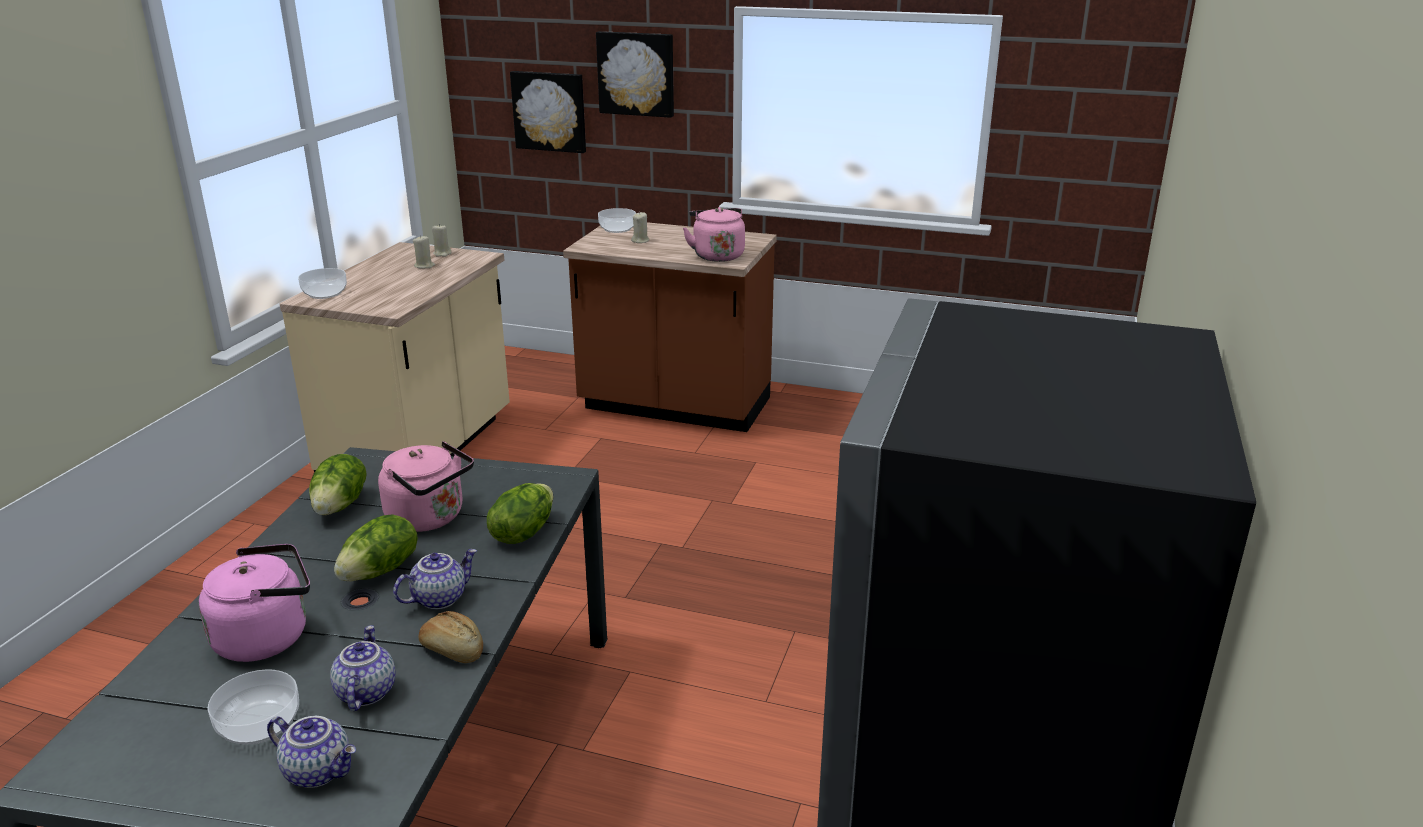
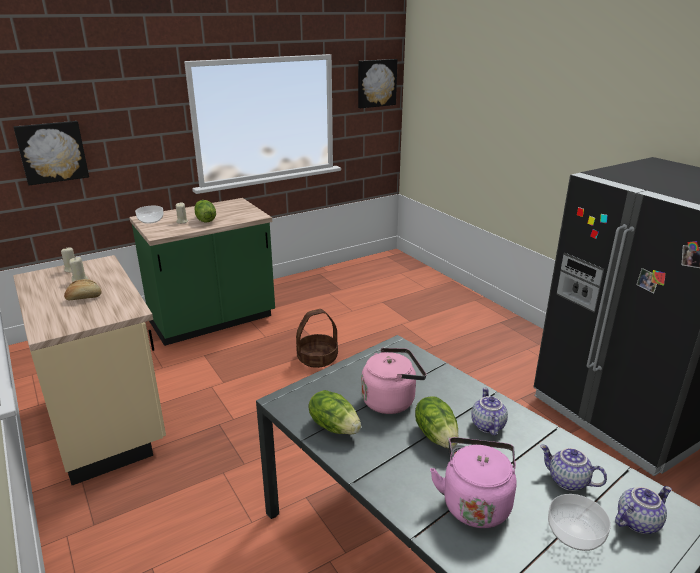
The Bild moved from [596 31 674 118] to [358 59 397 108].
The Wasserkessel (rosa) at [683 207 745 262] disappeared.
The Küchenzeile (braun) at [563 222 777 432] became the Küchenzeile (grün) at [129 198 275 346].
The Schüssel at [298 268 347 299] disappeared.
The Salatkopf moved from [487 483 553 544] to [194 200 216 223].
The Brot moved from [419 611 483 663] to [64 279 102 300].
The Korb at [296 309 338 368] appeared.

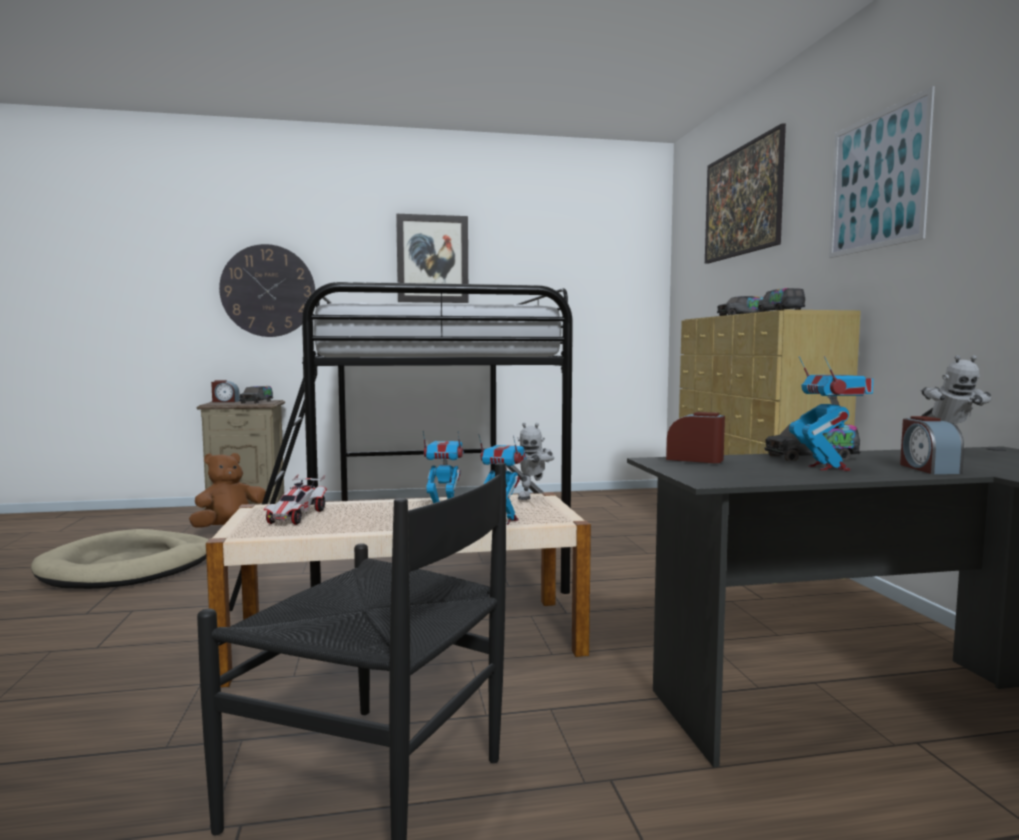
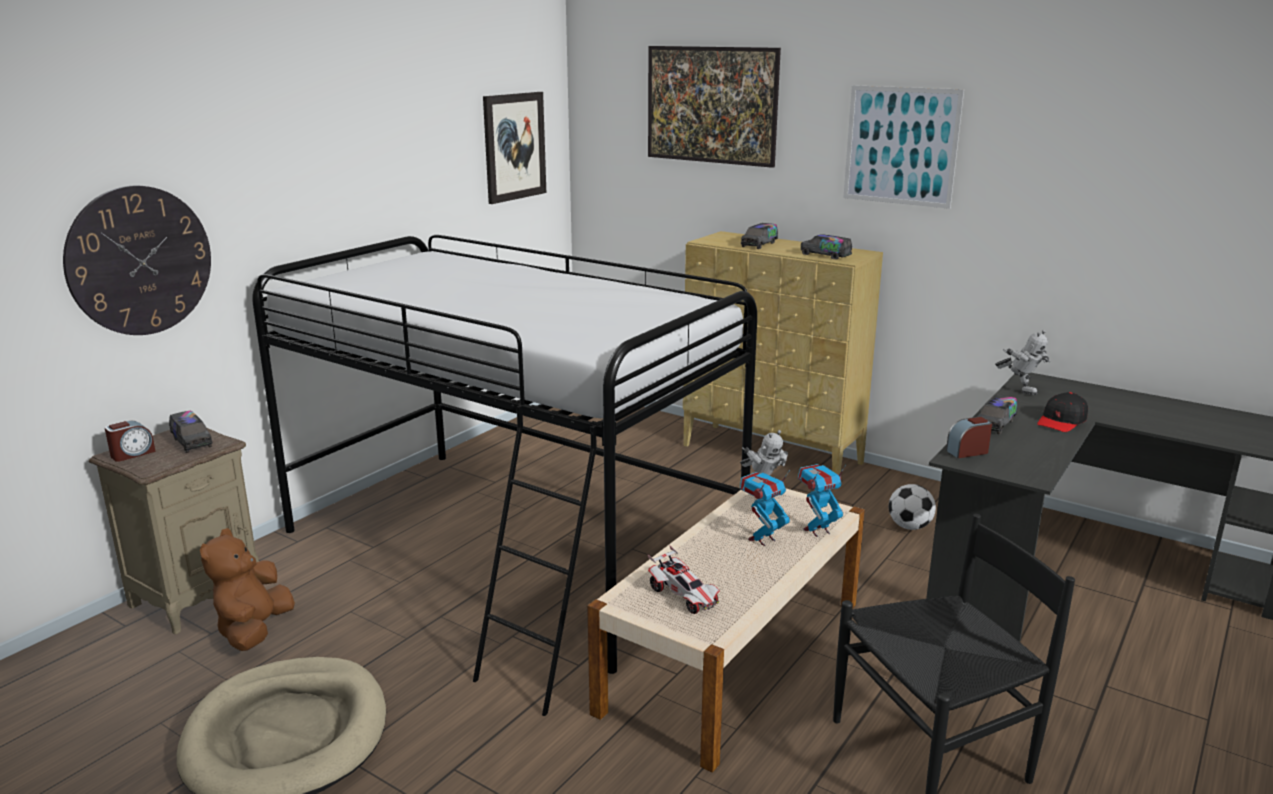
The Bild moved from [396 214 469 303] to [483 92 546 204].
The Spielzeugroboter at [789 356 873 471] disappeared.
The Wecker at [900 416 964 474] was replaced by the Kappe (schwarz) at [1037 392 1088 432].
The Fußball at [889 484 936 530] appeared.

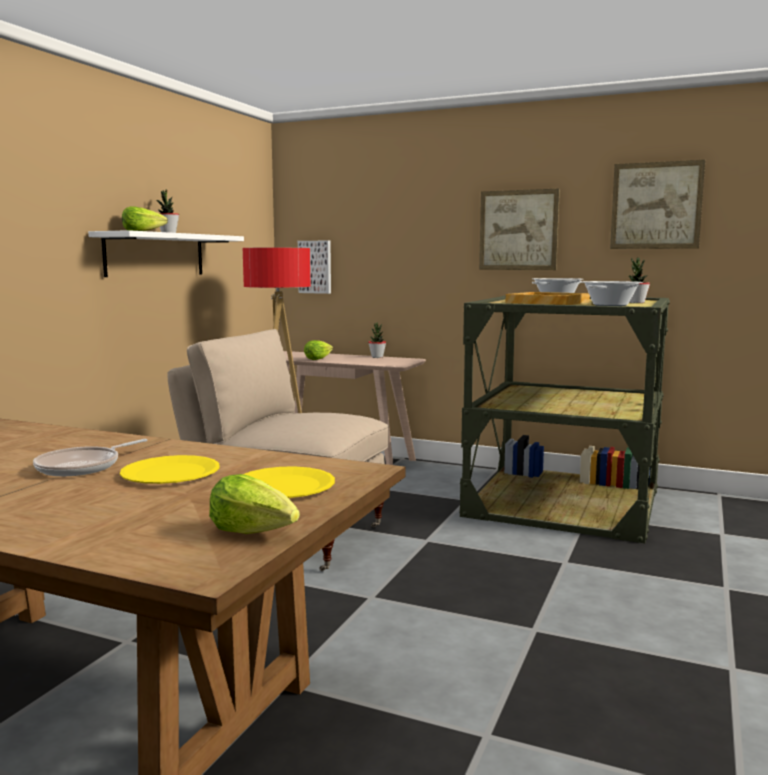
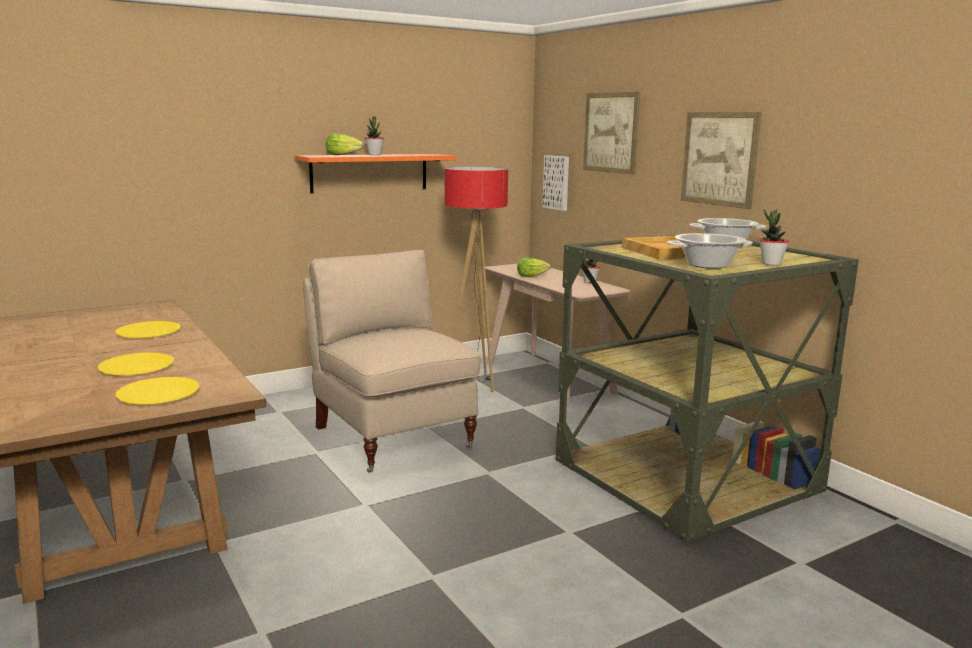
The Bild moved from [610 160 705 249] to [583 92 640 175].
The Wandregal (weiß) at [88 230 244 277] became the Wandregal (orange) at [295 154 456 193].
The Pfanne at [33 439 147 476] disappeared.
The Salatkopf at [209 474 300 534] disappeared.
The Teller (gelb) at [115 321 181 338] appeared.

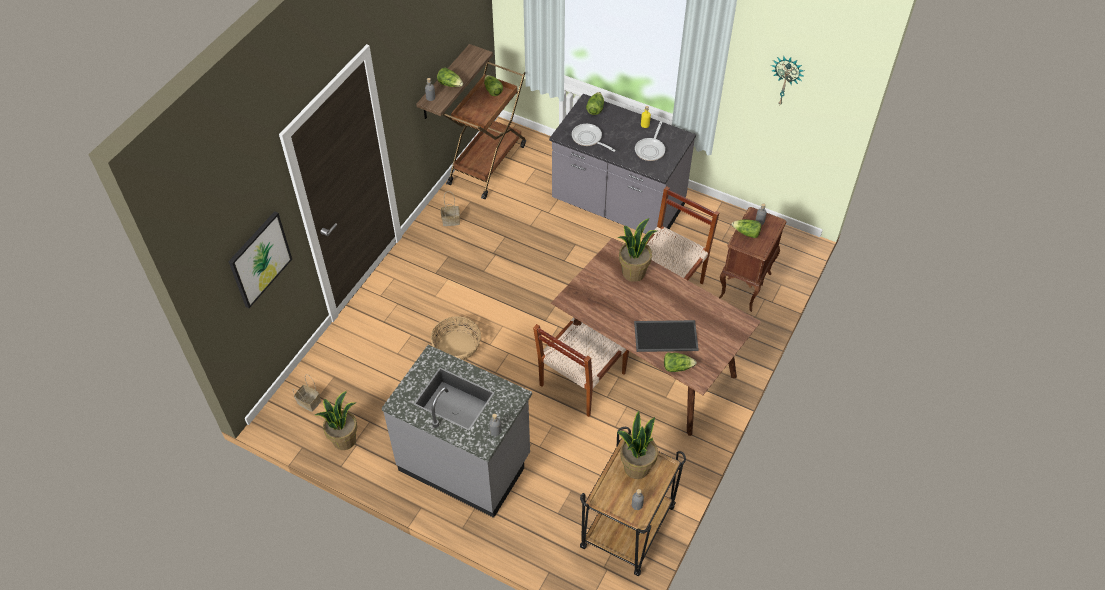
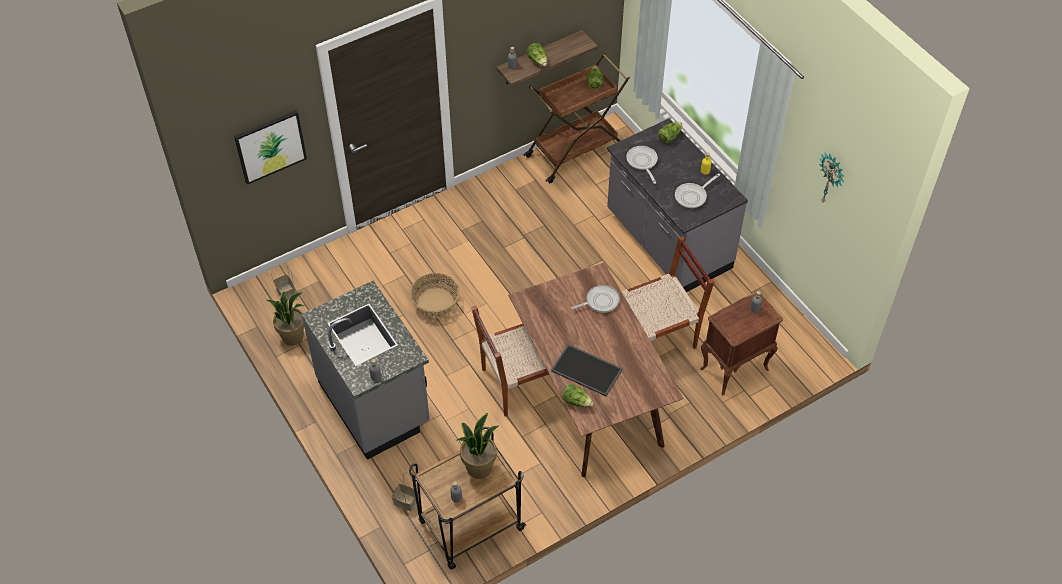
The Korb moved from [441 191 460 226] to [392 472 418 511].
The Topfpflanze at [617 218 657 282] was replaced by the Pfanne at [571 285 620 313].
The Salatkopf at [732 219 761 238] disappeared.

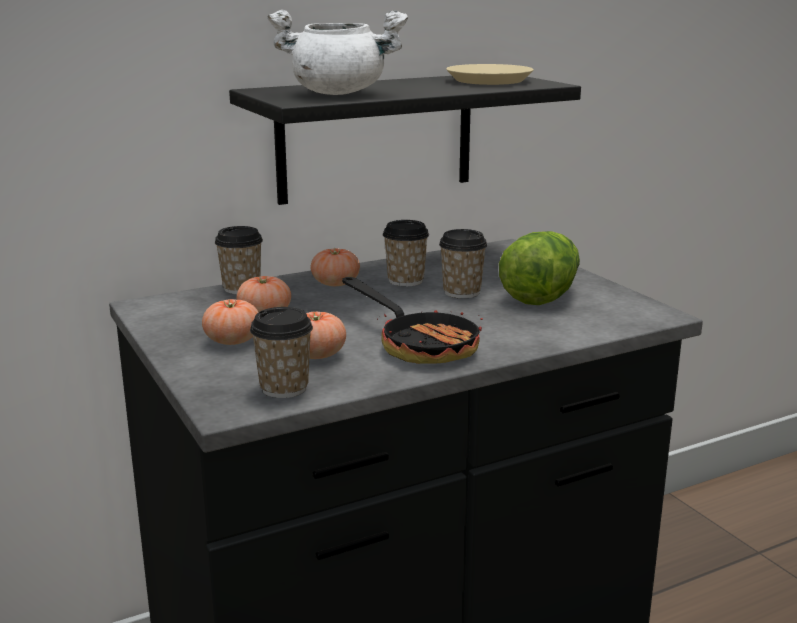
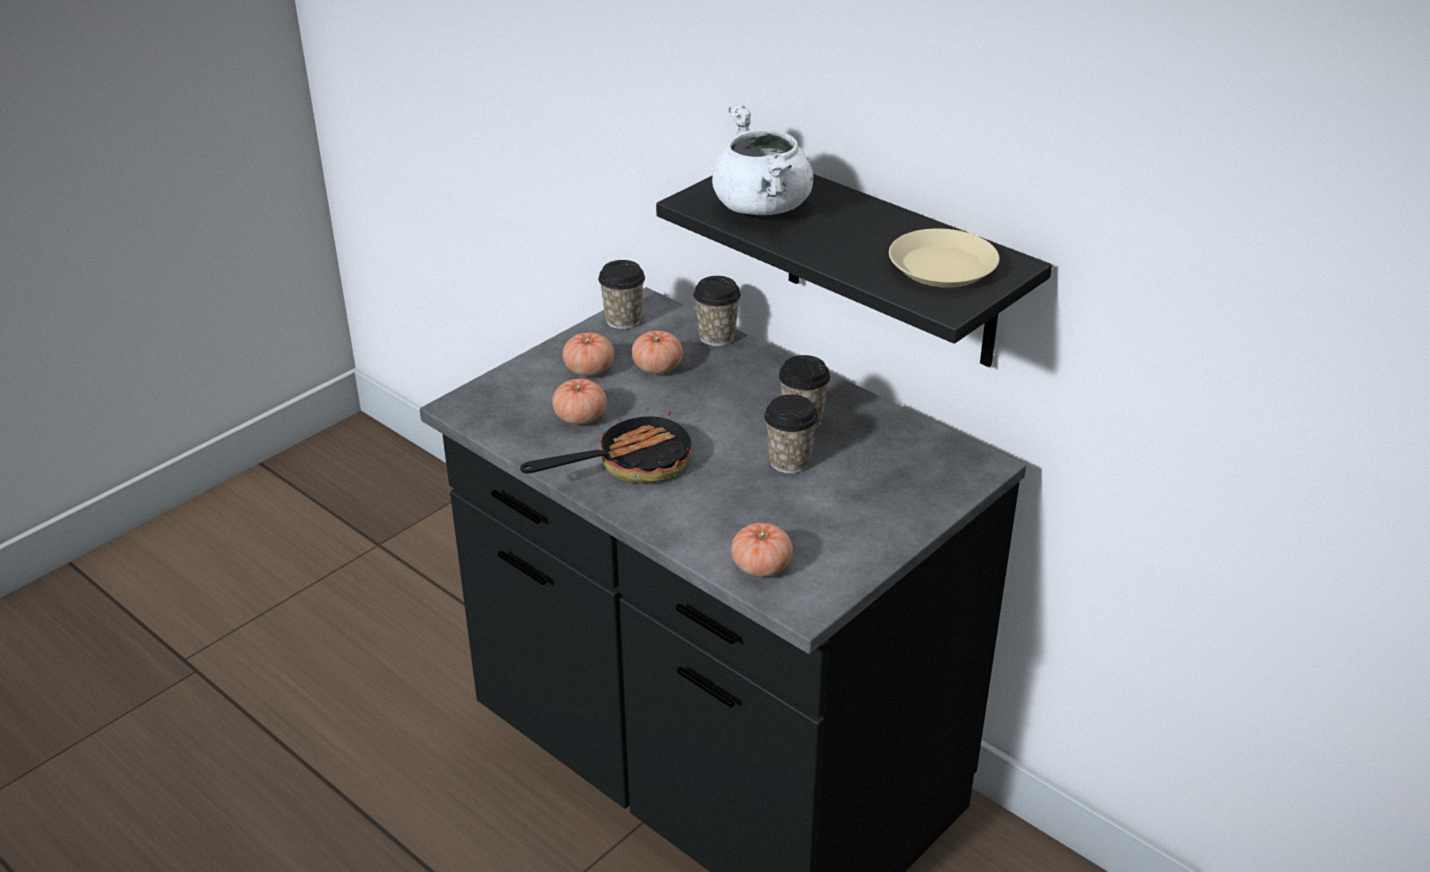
The Salatkopf at [499 231 580 305] disappeared.
The Tomate moved from [311 248 360 286] to [731 523 793 577].
The Pfanne at [342 277 483 364] turned 150 degrees counterclockwise.
The Tasse moved from [250 307 313 398] to [598 260 645 329].

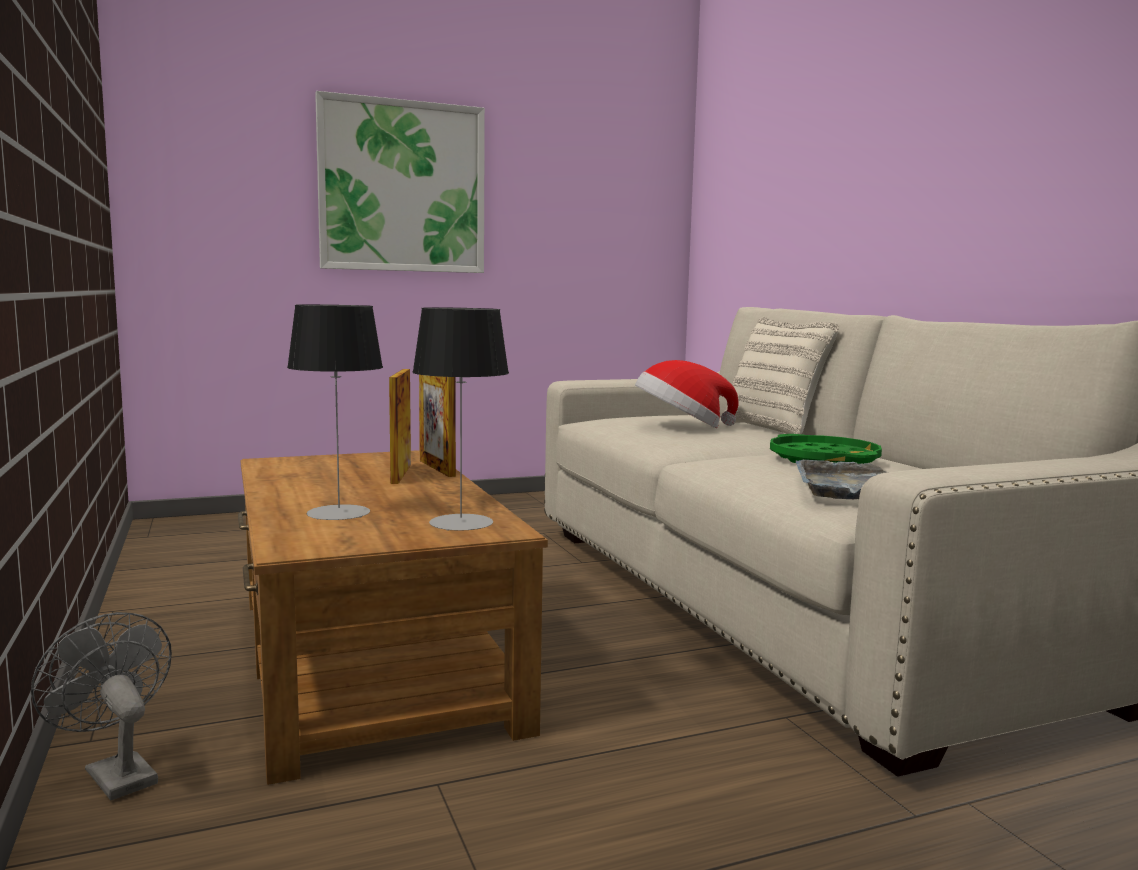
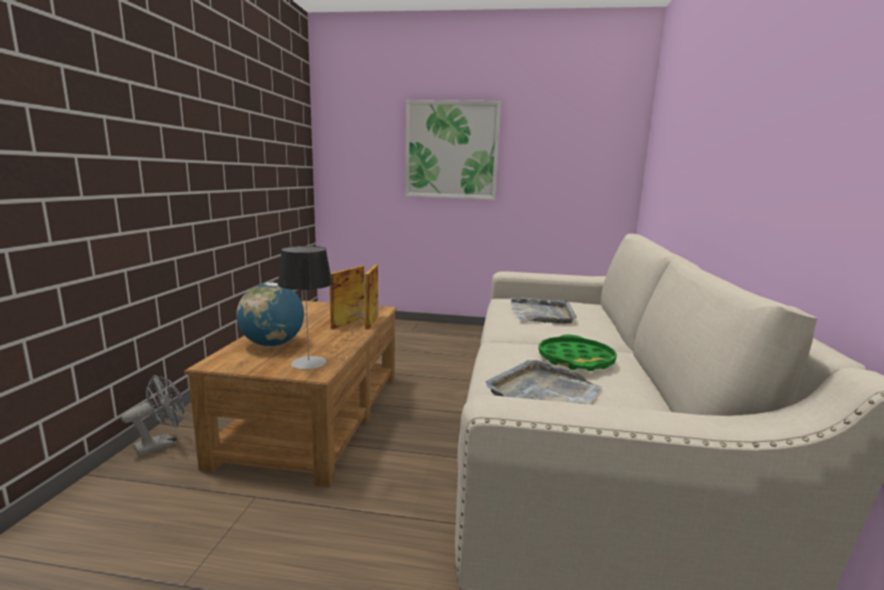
The Tischlampe at [287 304 383 520] was replaced by the Globus at [236 283 304 346].
The Kissen (beige) at [724 317 840 434] disappeared.
The Hut at [635 360 738 428] was replaced by the Tablett (grau) at [510 297 577 324].
The Ventilator (grau) at [31 612 172 800] turned 60 degrees clockwise.

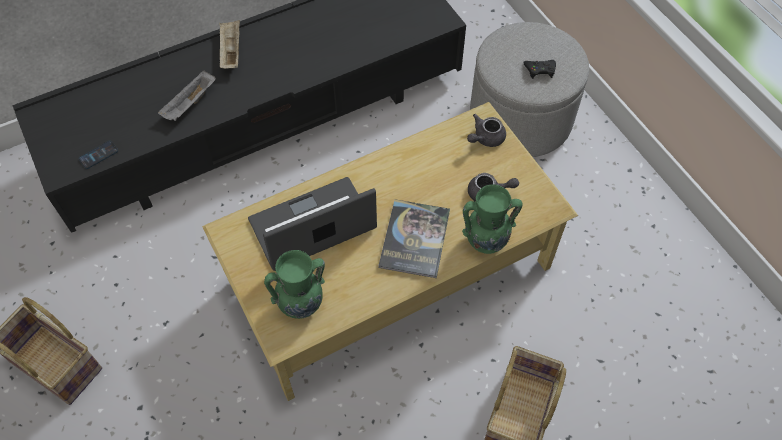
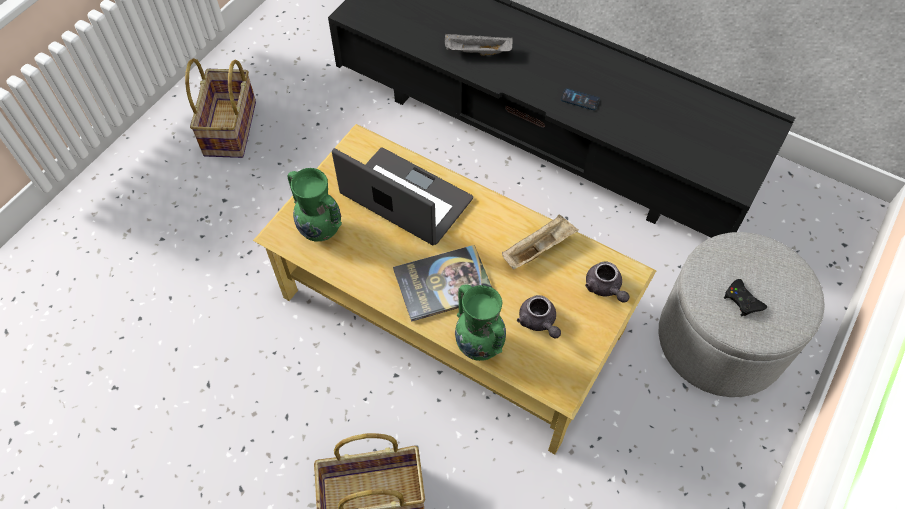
The Tablett (beige) moved from [219 20 240 69] to [502 214 579 269].
The Teekanne (grau) at [467 114 506 147] turned 135 degrees counterclockwise.
The Handy moved from [79 141 118 169] to [561 88 600 110].

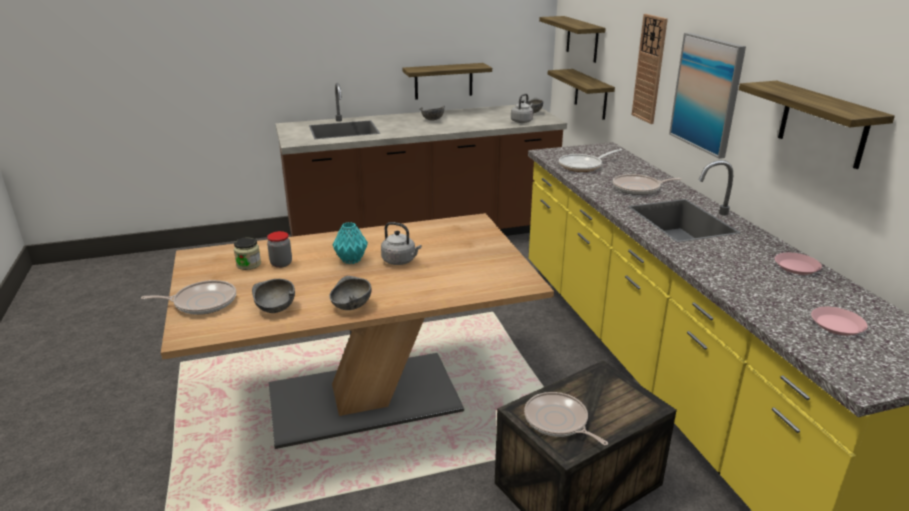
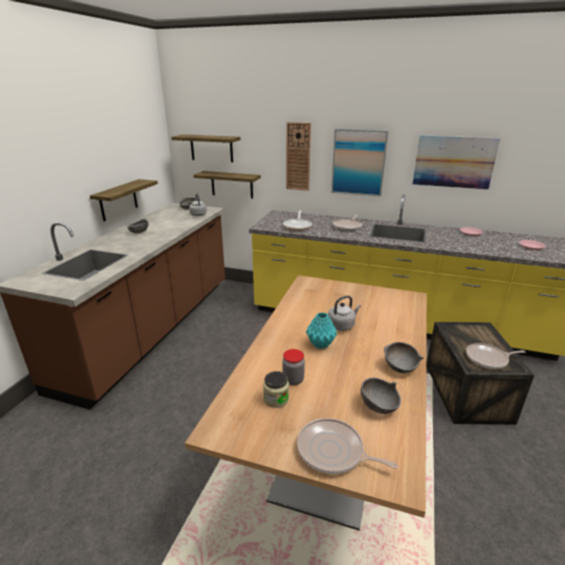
The Wandregal at [739 81 895 169] was replaced by the Bild at [413 135 500 190].
The Pfanne at [141 280 236 315] turned 90 degrees counterclockwise.

